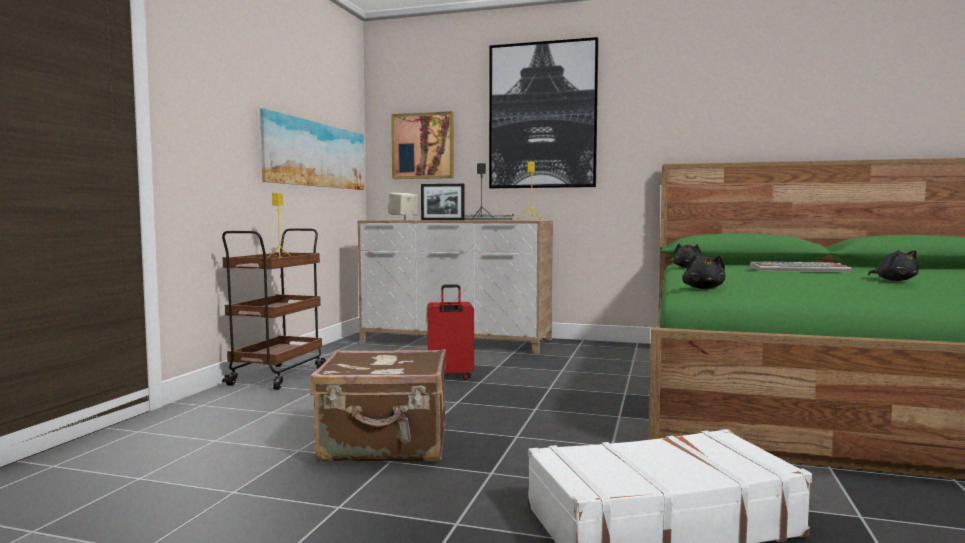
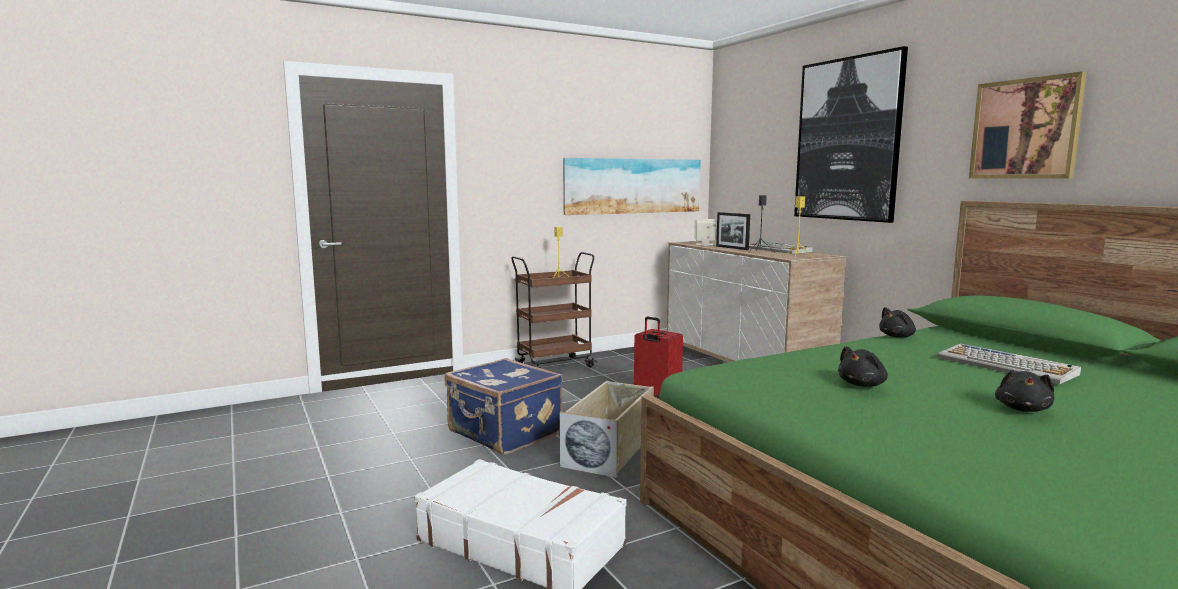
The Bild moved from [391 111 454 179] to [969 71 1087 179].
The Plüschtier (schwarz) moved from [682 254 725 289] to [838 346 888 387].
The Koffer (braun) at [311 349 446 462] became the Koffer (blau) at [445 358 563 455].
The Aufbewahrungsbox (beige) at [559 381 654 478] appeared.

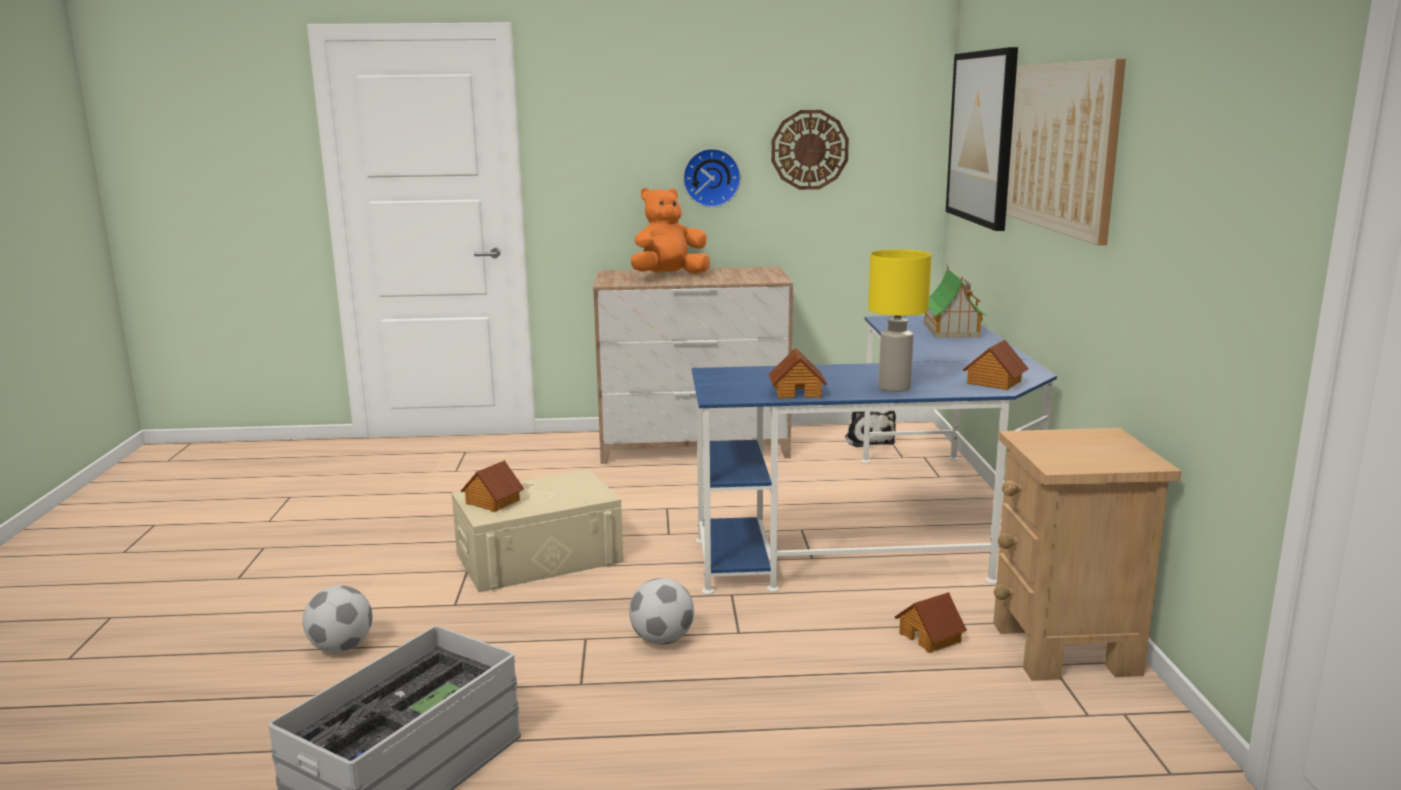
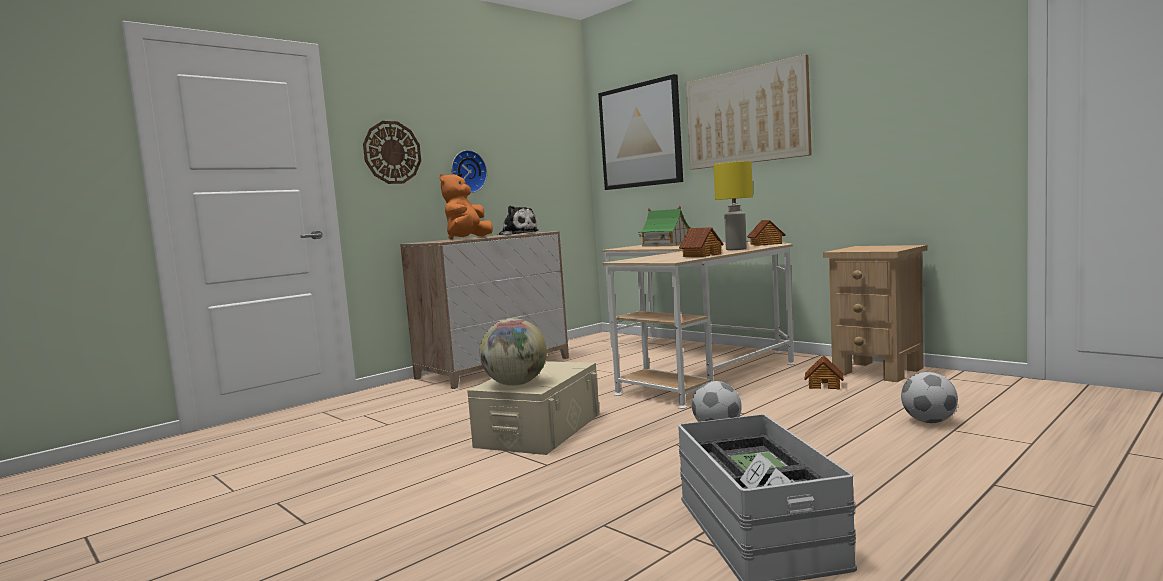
The Wanduhr moved from [771 110 849 190] to [363 121 421 184].
The Schreibtisch (blau) at [692 315 1057 595] became the Schreibtisch (beige) at [602 242 795 409].
The Plüschtier moved from [845 411 896 447] to [498 206 539 235].
The Spielzeughaus at [461 460 524 512] was replaced by the Globus at [480 318 547 386].
The Fußball moved from [303 585 372 653] to [901 372 958 423].

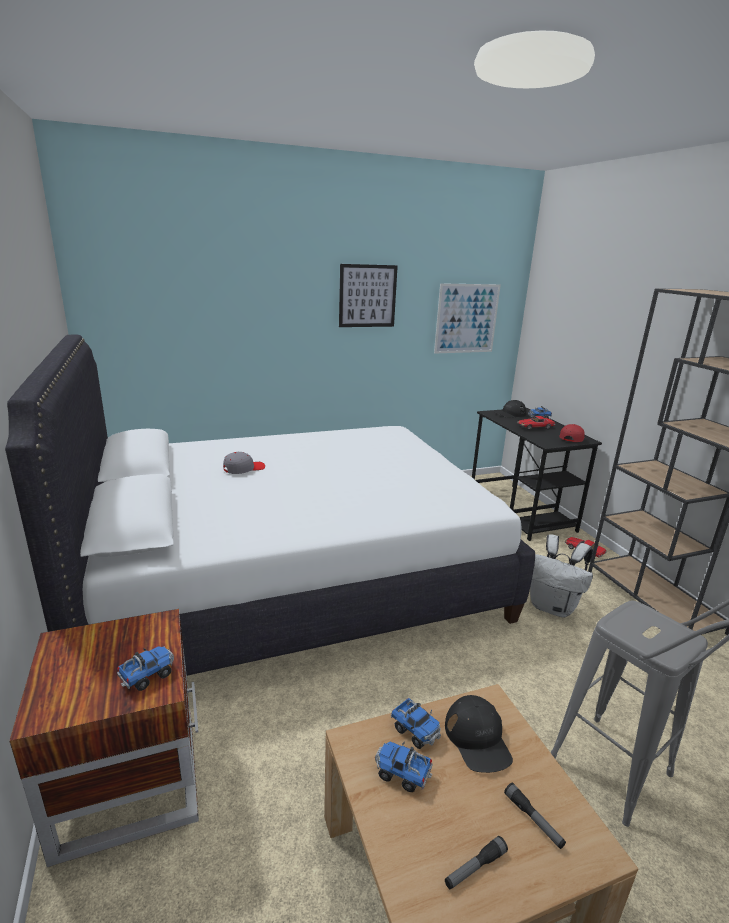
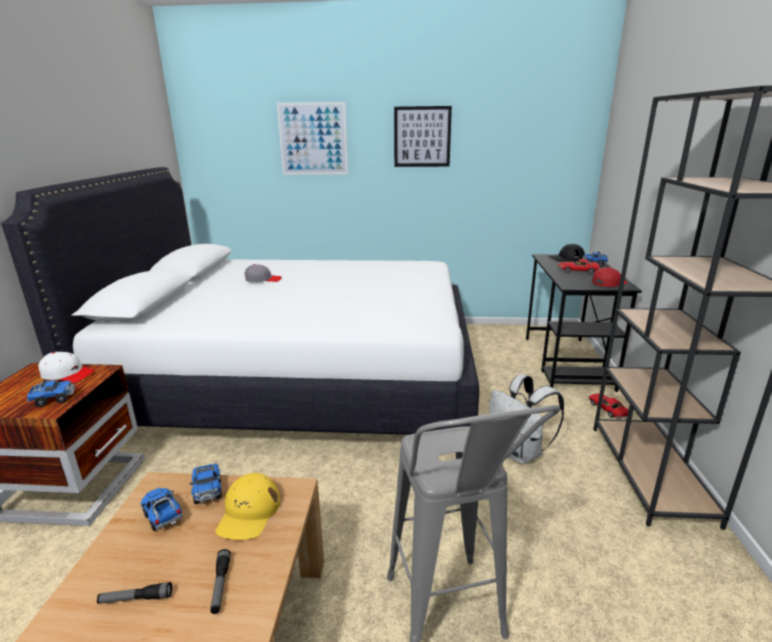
The Bild moved from [434 283 501 353] to [277 102 348 175].
The Kappe (schwarz) at [445 695 513 773] became the Kappe (gelb) at [216 473 280 540].
The Kappe (weiß) at [38 352 95 383] appeared.

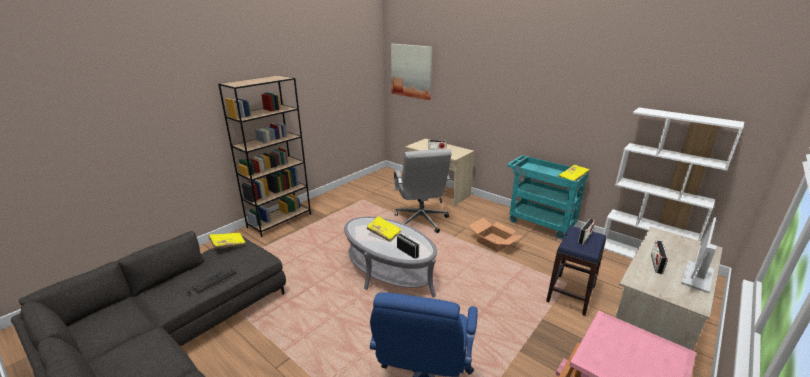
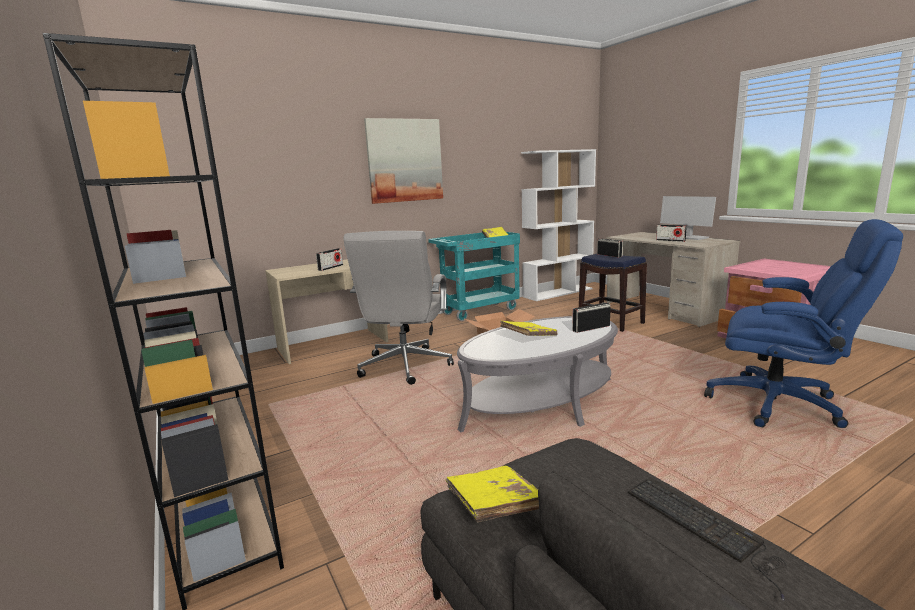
The Bild moved from [391 44 432 100] to [364 118 443 204].
The Bürostuhl (grau) at [394 149 451 233] turned 90 degrees clockwise.

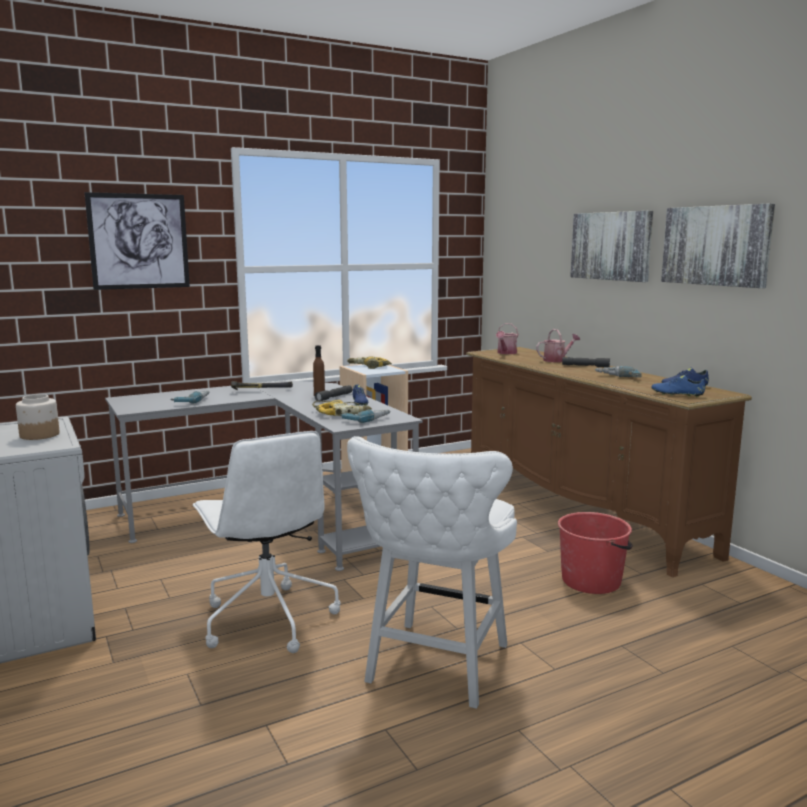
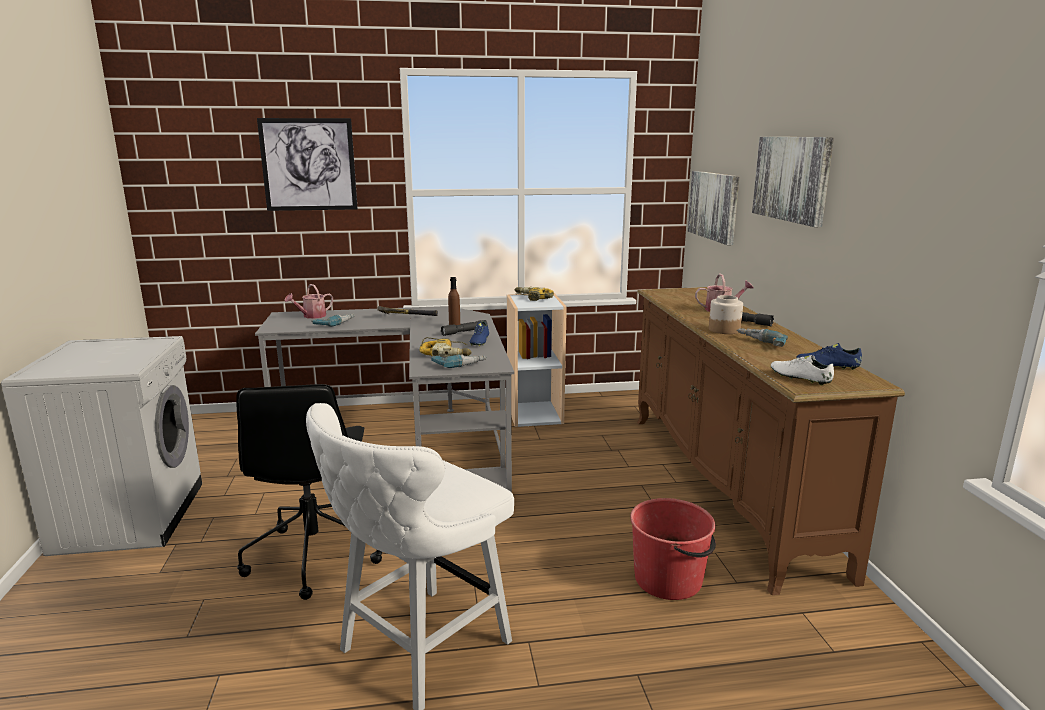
The Bild moved from [661 203 775 288] to [688 171 739 245].
The Gießkanne moved from [496 323 519 354] to [285 284 333 319].
The Schuh (blau) at [651 375 705 397] became the Schuh (weiß) at [771 355 834 386].
The Vorratsglas moved from [16 394 60 440] to [709 295 743 334].
The Bürostuhl (weiß) at [193 431 341 653] became the Bürostuhl (schwarz) at [236 384 382 600].

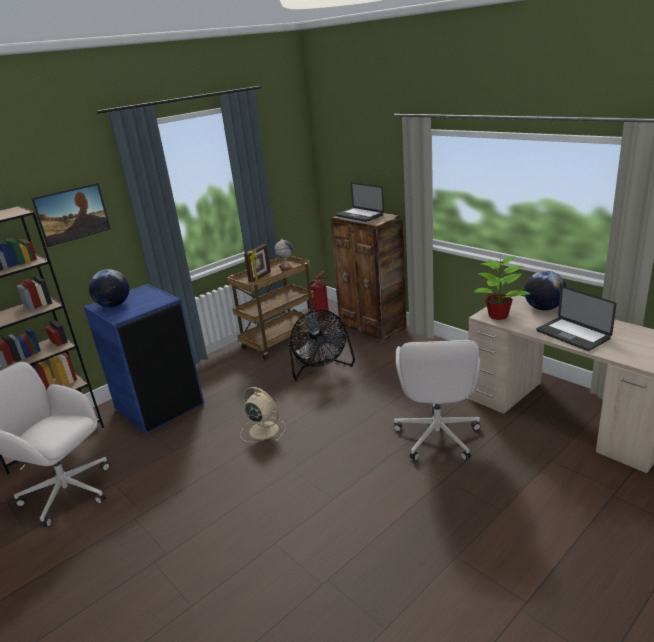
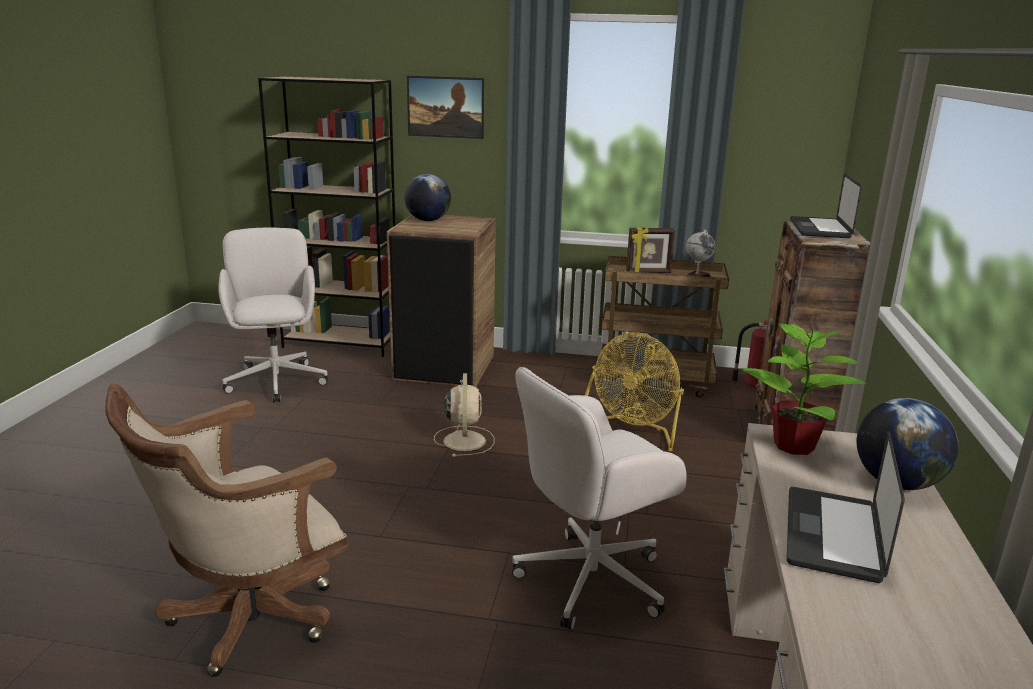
The Schrank (blau) at [84 284 204 434] became the Schrank (braun) at [387 215 496 387].
The Ventilator (schwarz) at [288 310 355 381] became the Ventilator (gelb) at [585 332 684 451].
The Bürostuhl at [105 383 348 677] appeared.

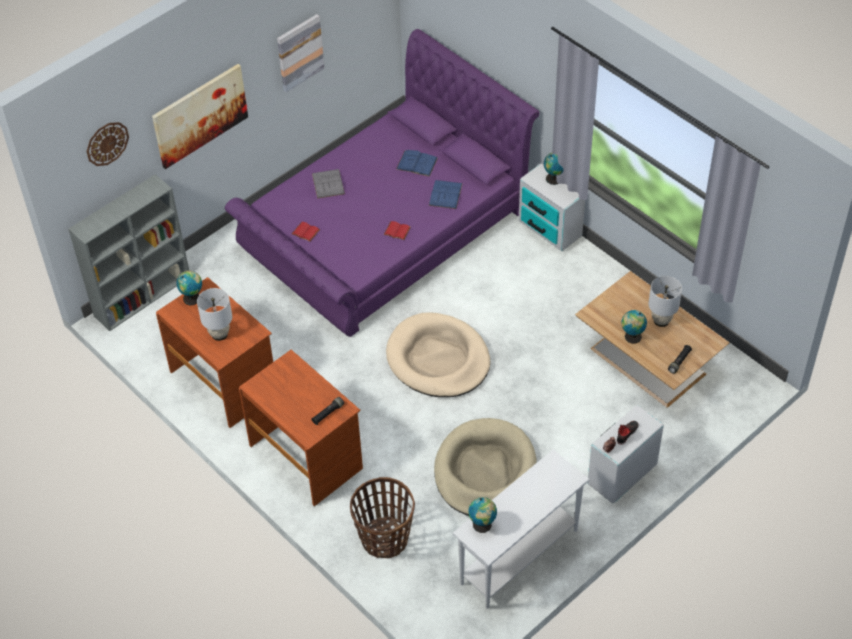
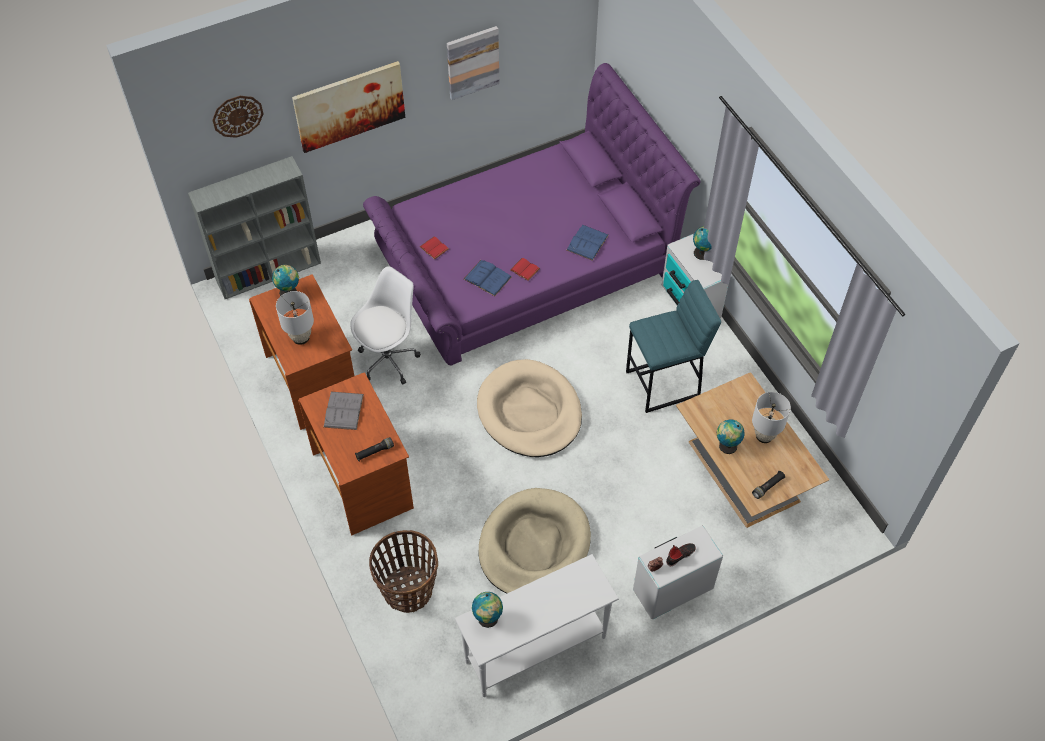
The Buch (blau) moved from [396 150 438 177] to [464 260 512 296].
The Buch (grau) moved from [312 169 345 199] to [323 392 364 430].
The Bürostuhl (weiß) at [350 266 421 384] appeared.
The Hocker (türkis) at [626 280 721 413] appeared.

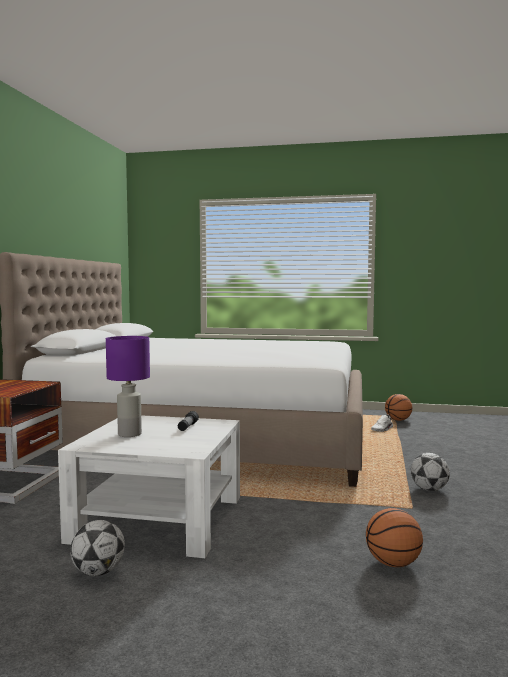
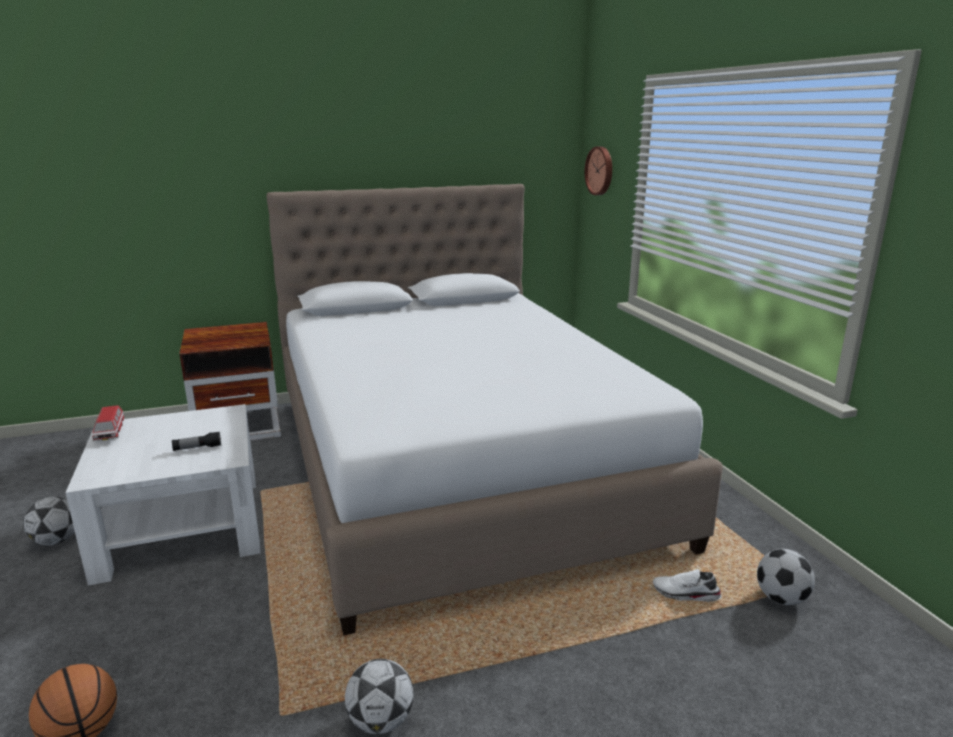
The Tischlampe (lila) at [106 336 150 437] disappeared.
The Basketball at [385 394 412 421] was replaced by the Fußball at [757 549 815 605].
The Wanduhr at [584 146 612 195] appeared.
The Spielzeugauto at [90 406 124 441] appeared.

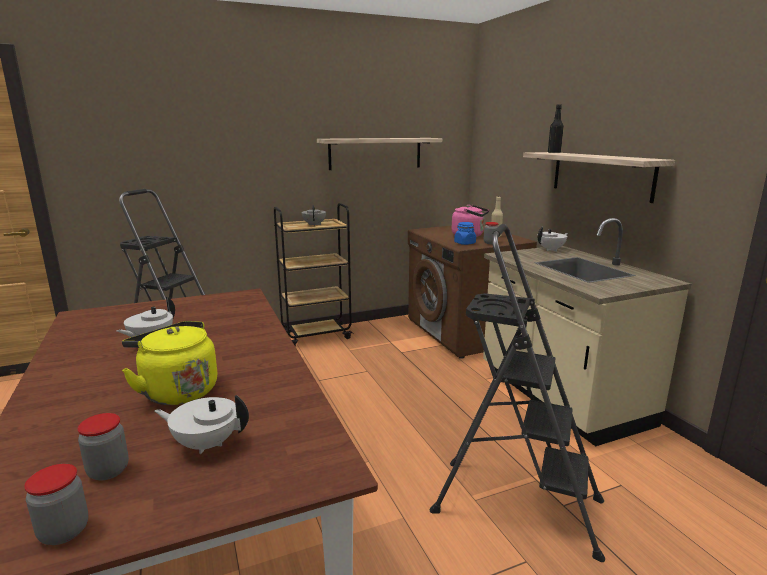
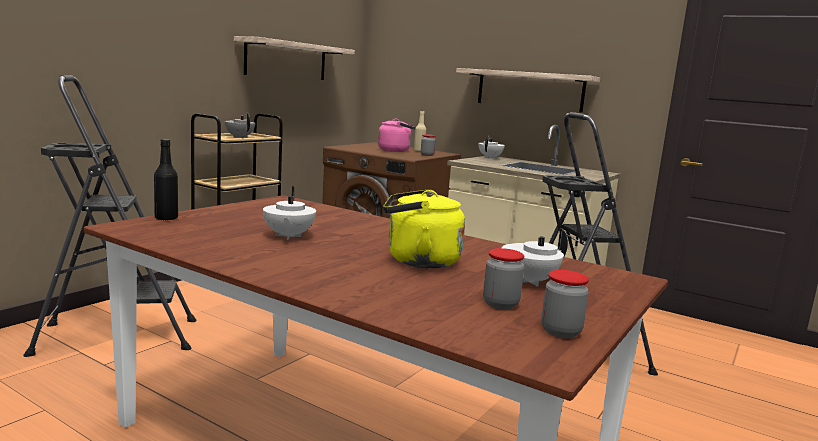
The Flasche (schwarz) moved from [548 104 564 153] to [154 139 178 220].
The Vorratsglas (blau) at [454 222 476 245] disappeared.

